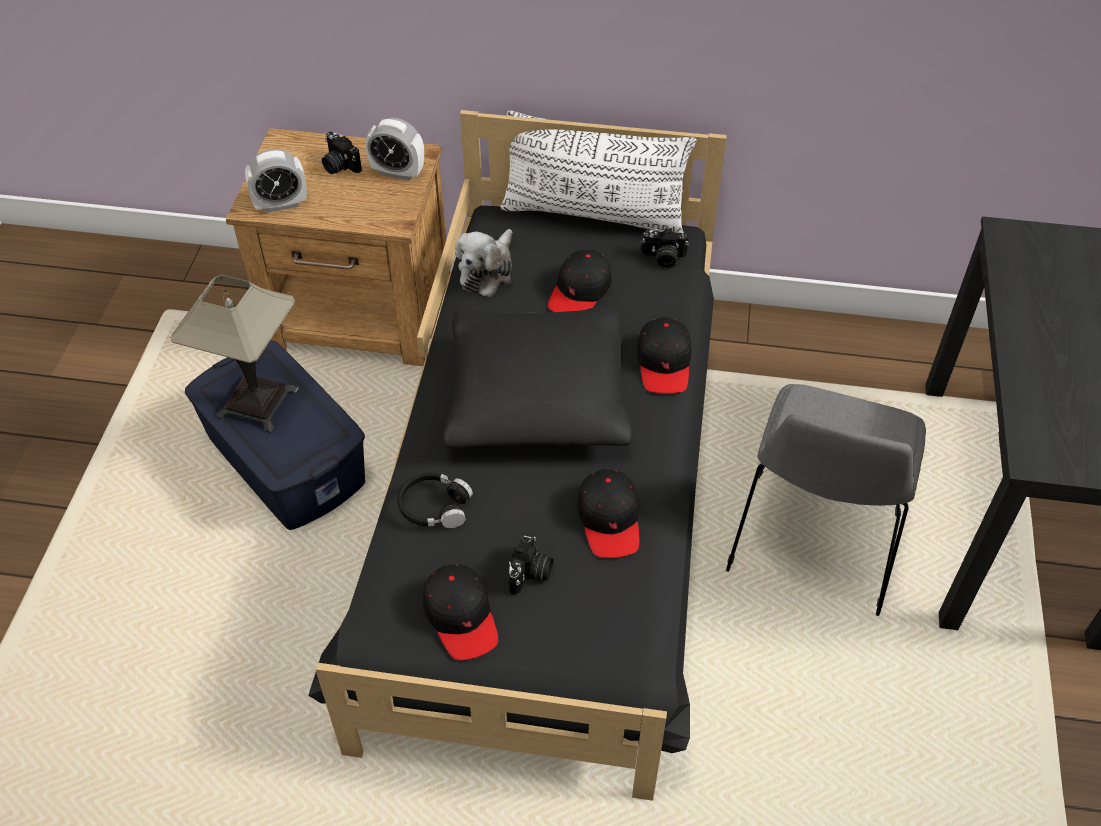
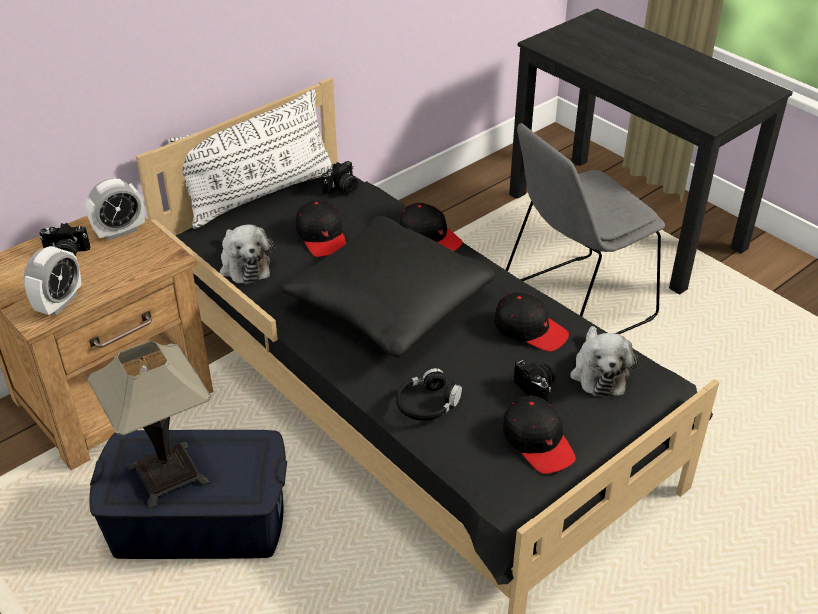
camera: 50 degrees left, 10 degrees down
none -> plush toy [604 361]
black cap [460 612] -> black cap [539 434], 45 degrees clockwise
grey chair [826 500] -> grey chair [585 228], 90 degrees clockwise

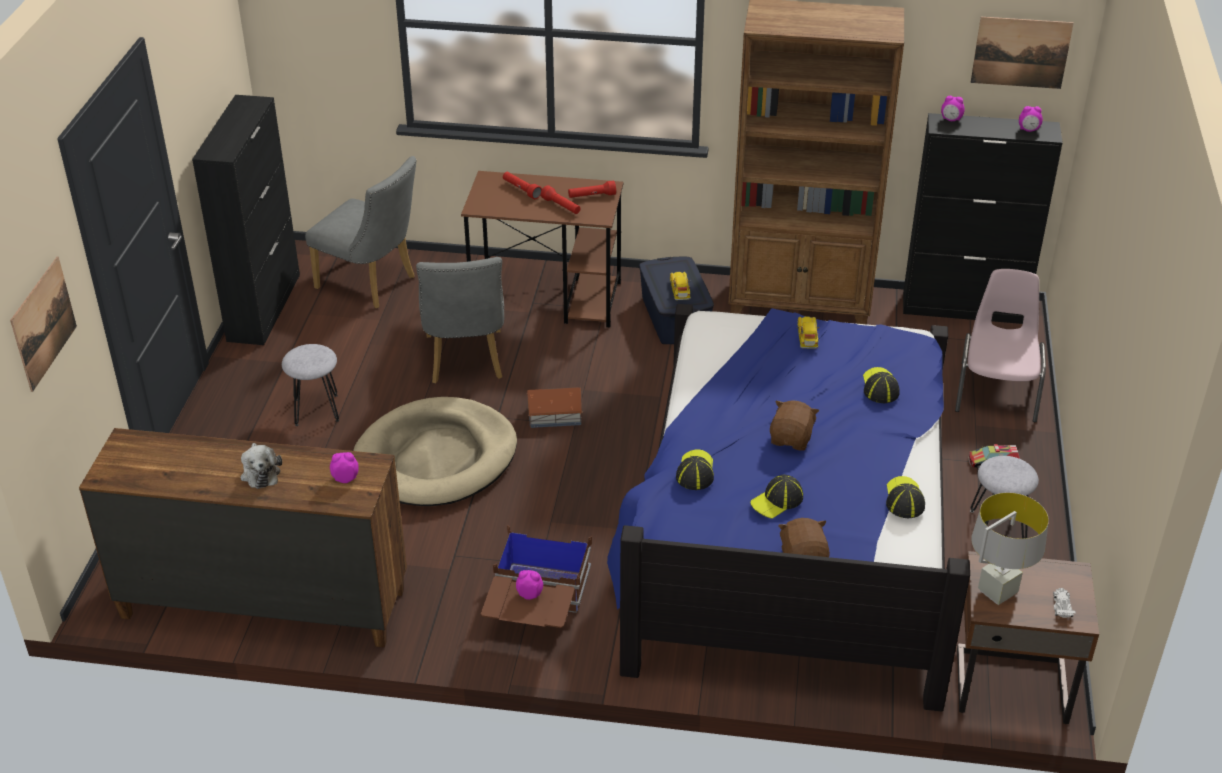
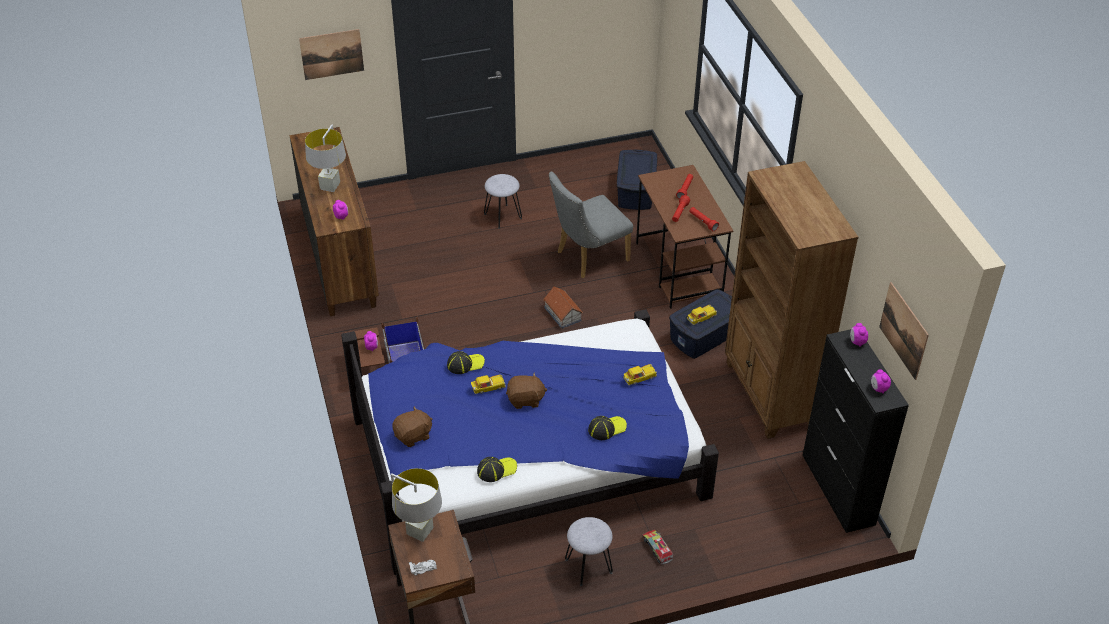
camera: 65 degrees right, 5 degrees up
black cabinet [246 220] -> none
beige dog bed [435 451] -> none
cap [776 497] -> none
pink chair [1000 345] -> none
none -> toy car [488 384]
plush toy [261 466] -> grey table lamp [325 158]
grey chair [361 232] -> blue storage box [637 179]

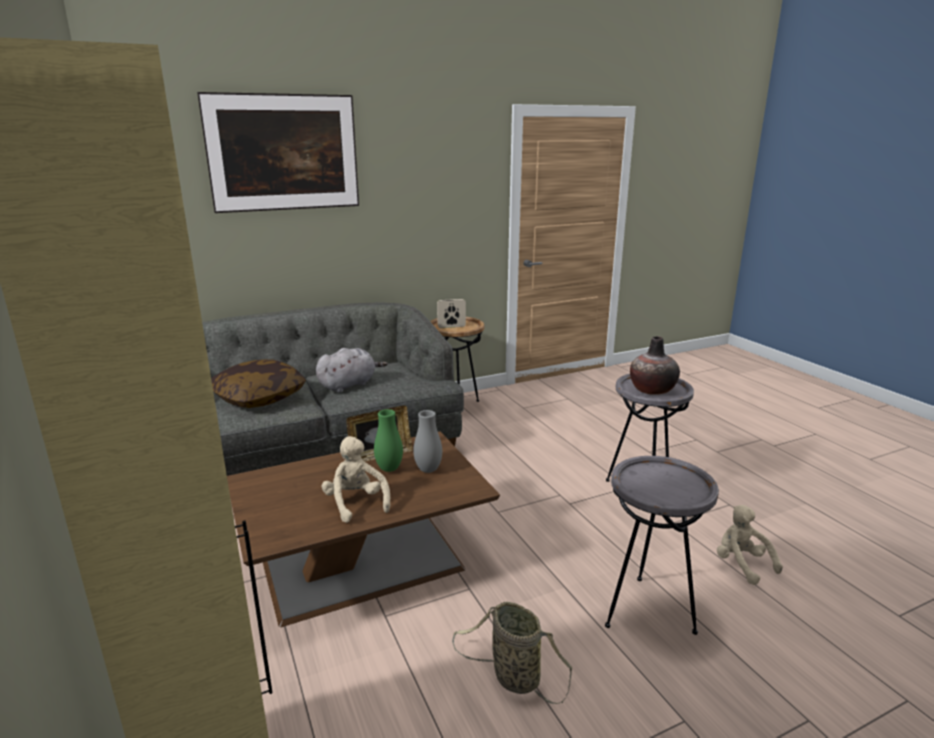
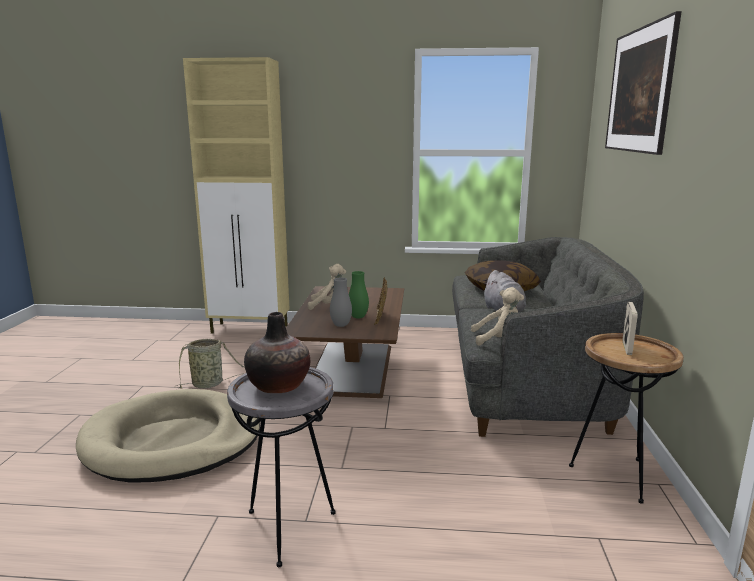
camera: 120 degrees right, 5 degrees down
beige plush toy [750 545] -> beige plush toy [497 316], move
grey side table [662 545] -> beige dog bed [168 435]

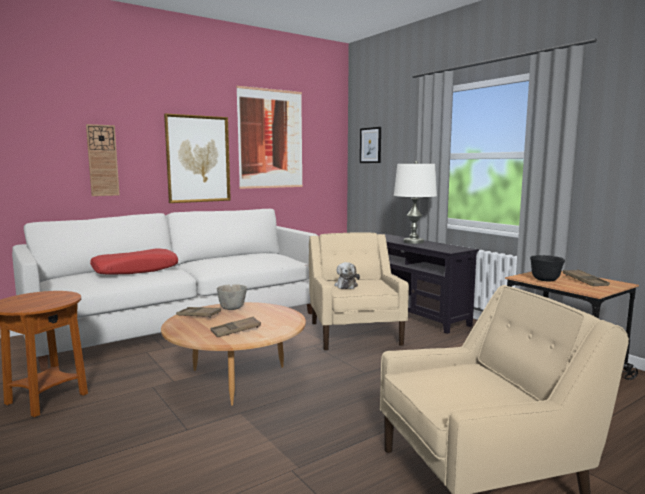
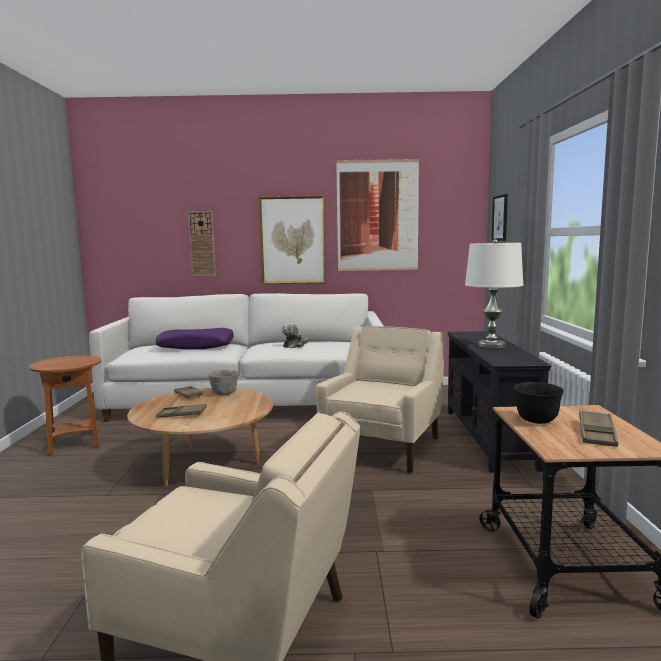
camera: 35 degrees right, 0 degrees up
plush toy [347 275] -> plush toy [296 335], move
red pillow [134 262] -> purple pillow [195 338]

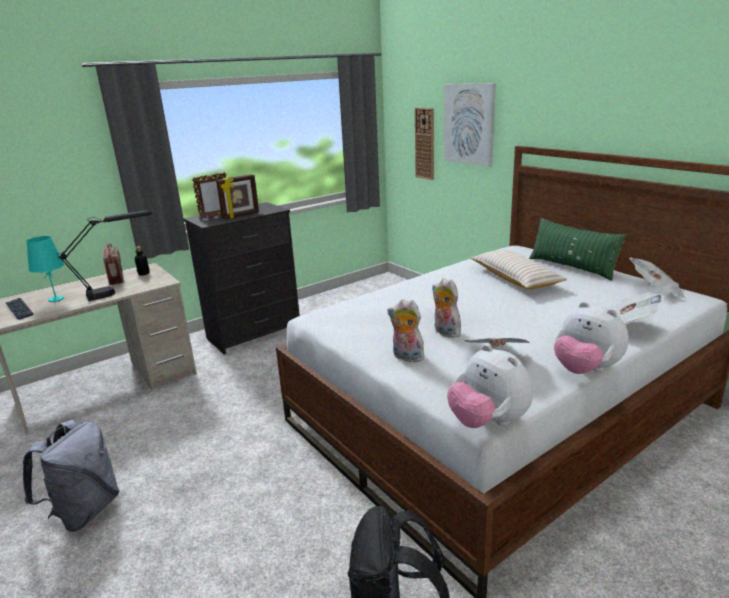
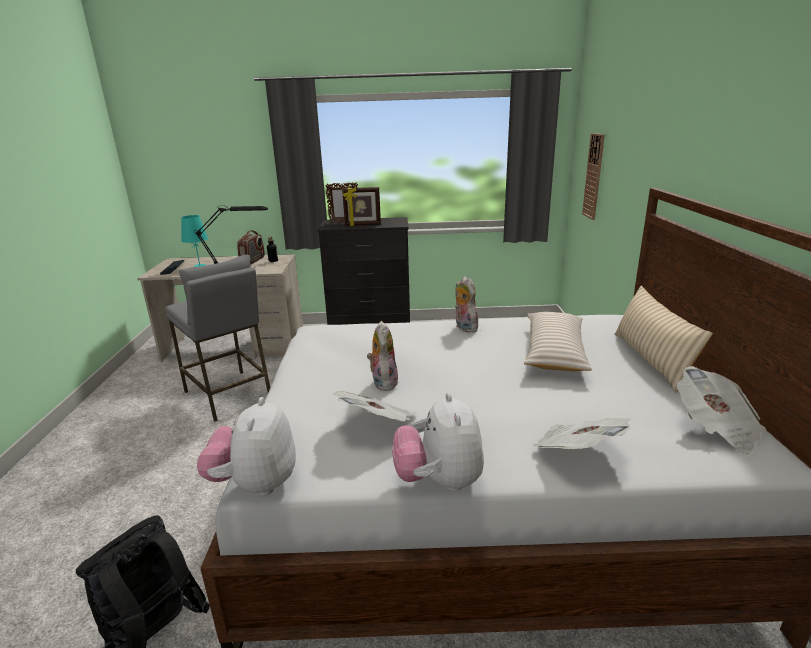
camera: 35 degrees right, 0 degrees up
grey backpack [71 476] -> none
picture [469 125] -> none
none -> grey stool [217 338]
plush toy [406 330] -> plush toy [466 304], move
green pillow [577 249] -> beige pillow [663 339]

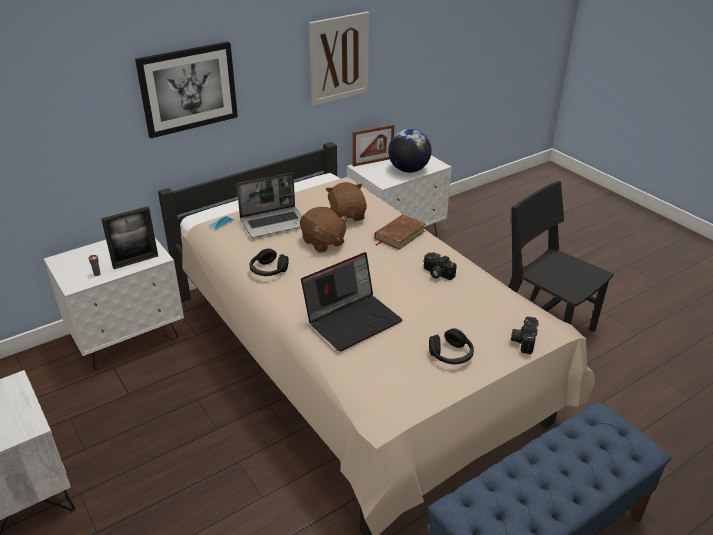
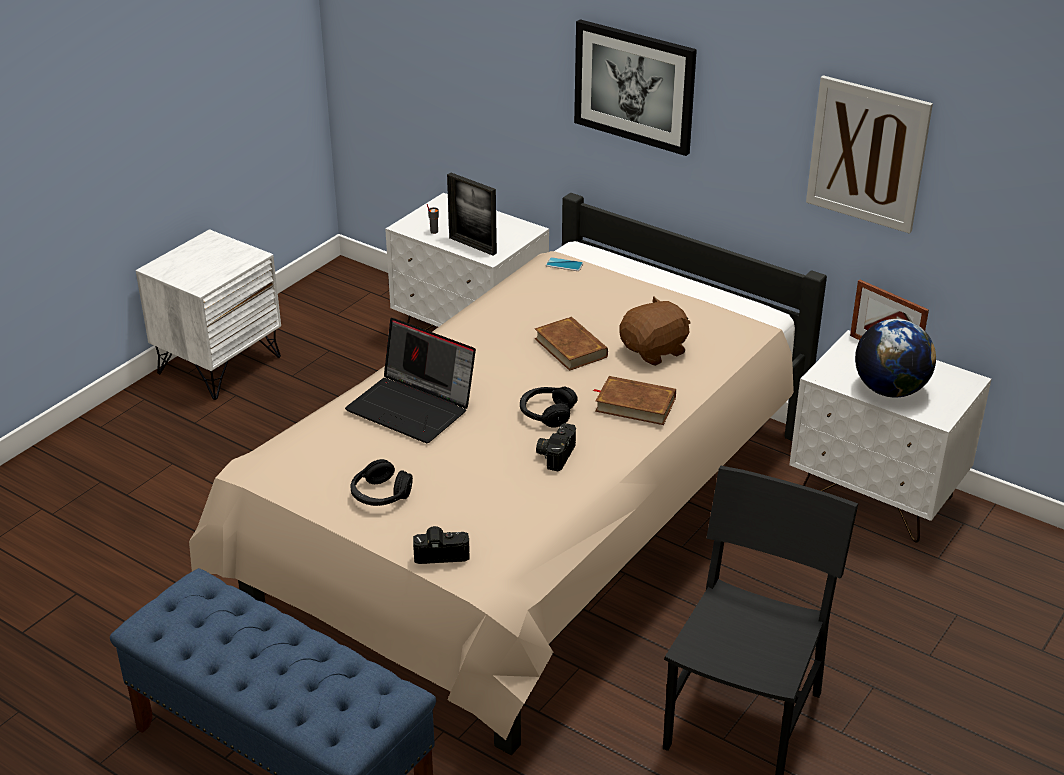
camera: 70 degrees right, 0 degrees up
laptop [269 205] -> none
black headphones [269 262] -> black headphones [549 407], move
brown plush toy [323 230] -> brown book [571 344]

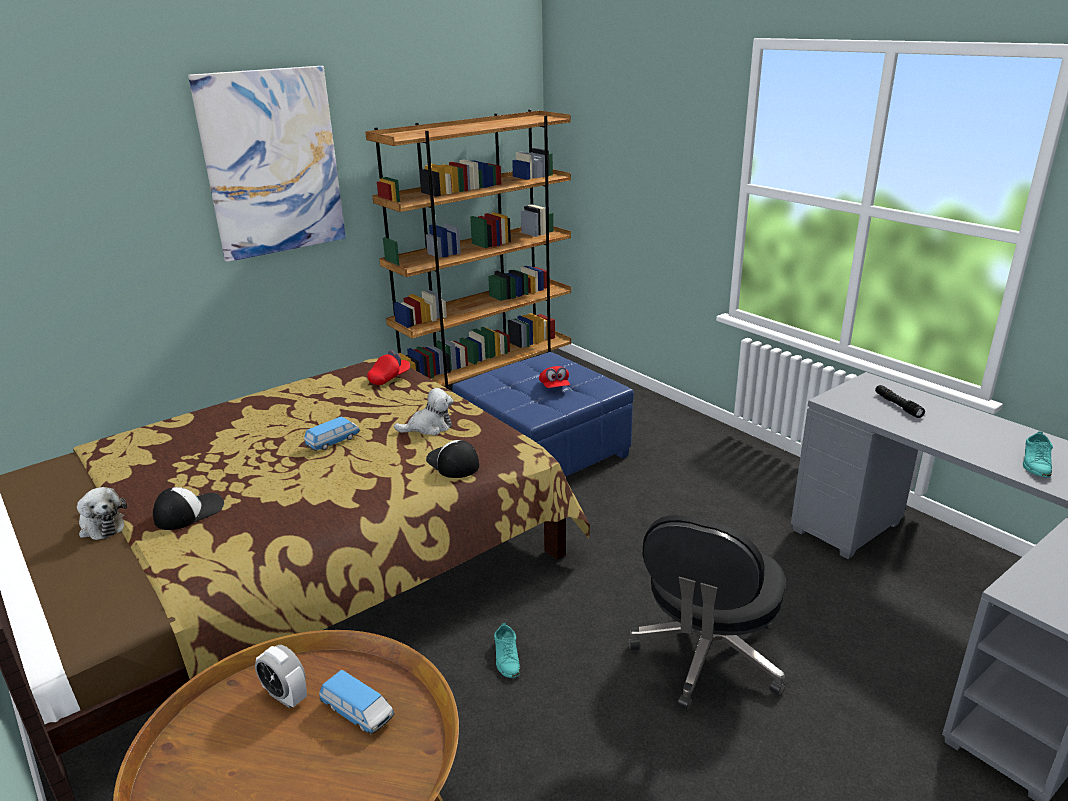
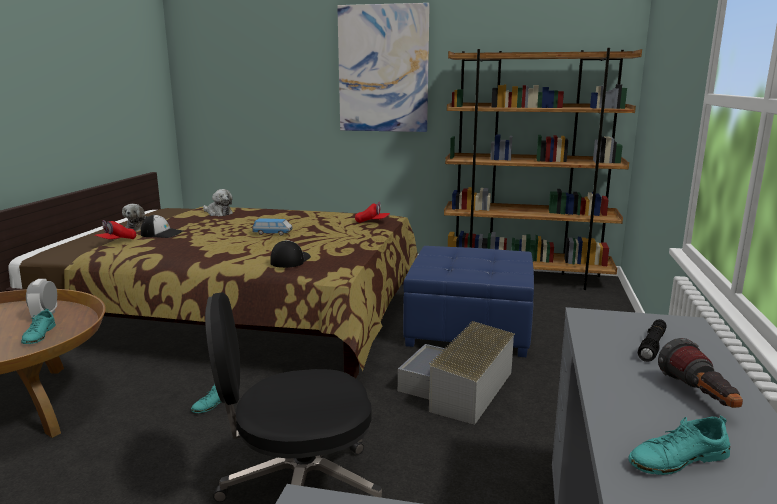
camera: 50 degrees right, 10 degrees down
none -> grey storage box [456 373]
none -> flashlight [700 373]
plush toy [423 411] -> plush toy [218 202], move
red cap [554 377] -> red cap [115 229], move
toy car [357 702] -> turquoise shoe [38 326]

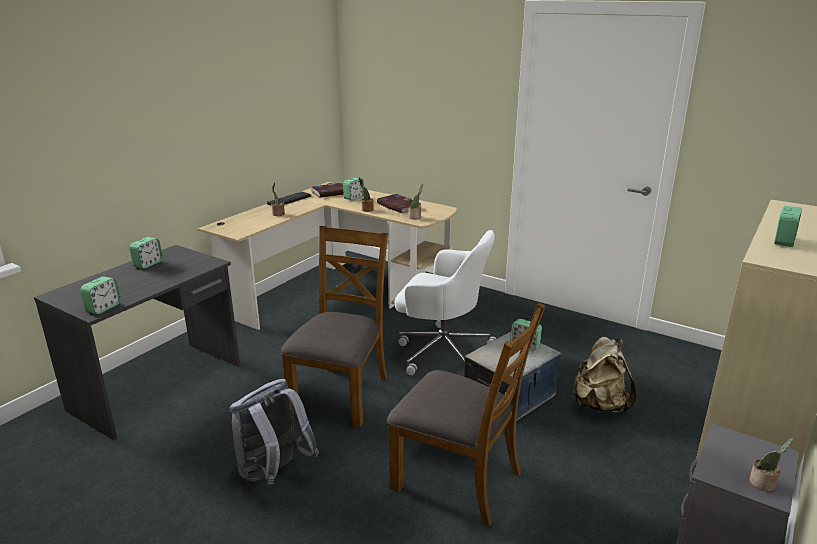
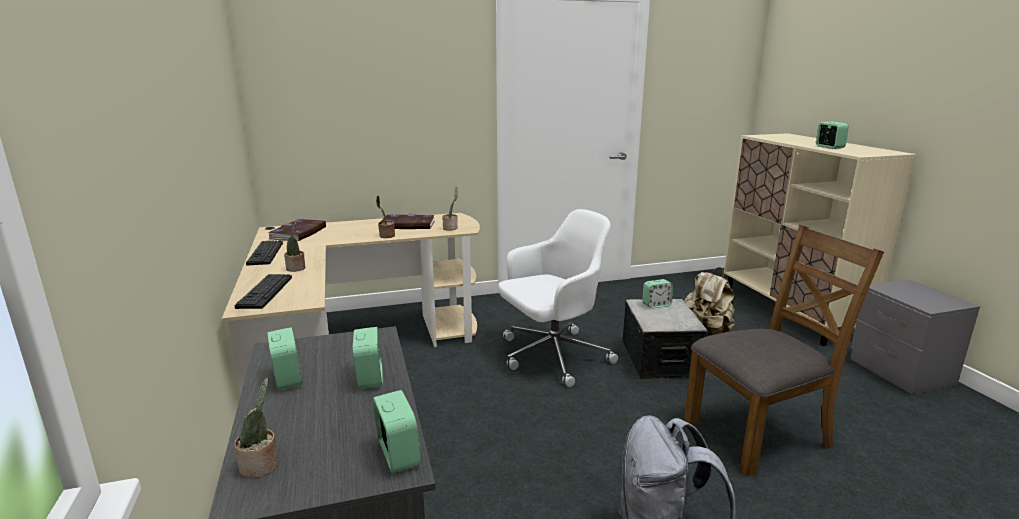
camera: 50 degrees left, 5 degrees down
brown chair [334 327] -> none
none -> keyboard [263 291]
alarm clock [353 189] -> alarm clock [367 358], move
potted plant [771 464] -> potted plant [256 428], move

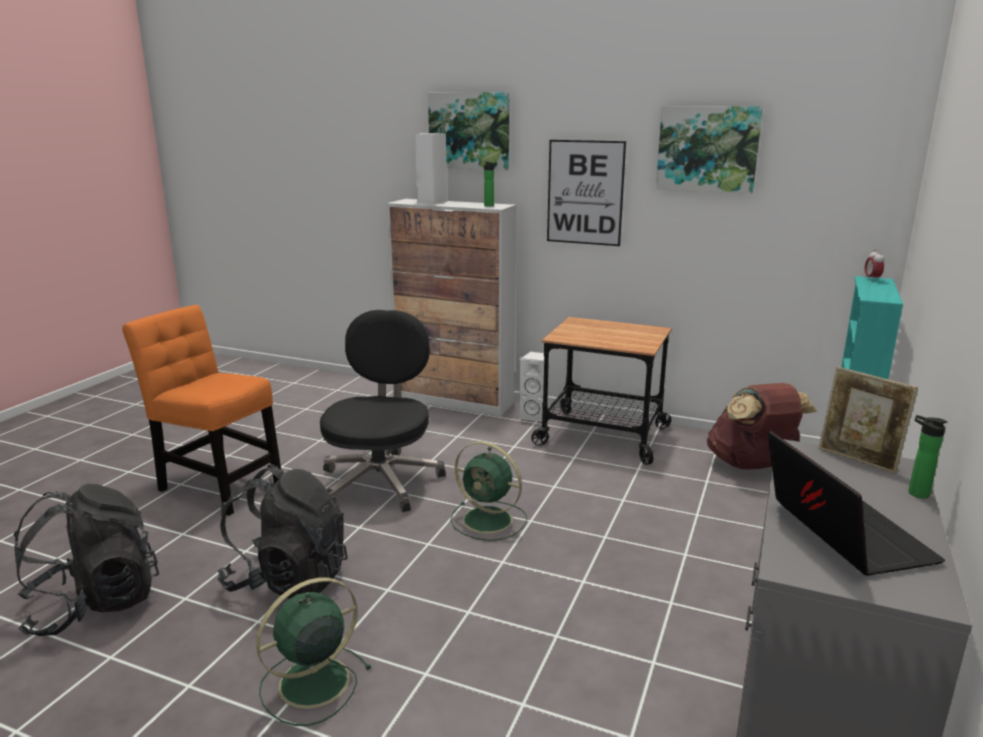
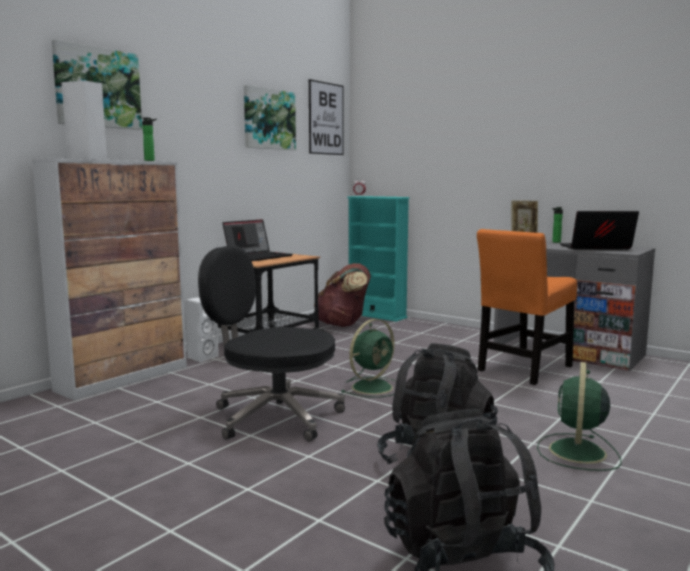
camera: 75 degrees left, 10 degrees down
none -> laptop [257 240]
orange chair [201 410] -> orange chair [527 307], move
picture [586 193] -> picture [326 117], move
green fan [314 651] -> green fan [579 416], 45 degrees clockwise

